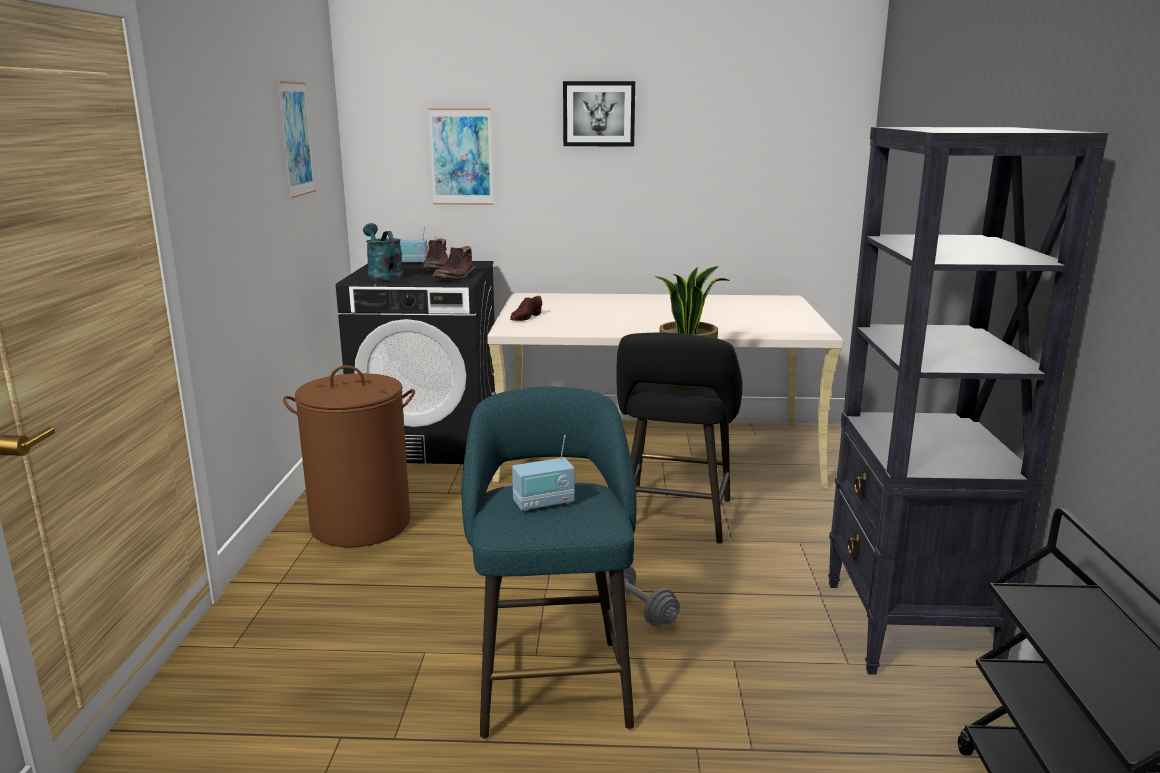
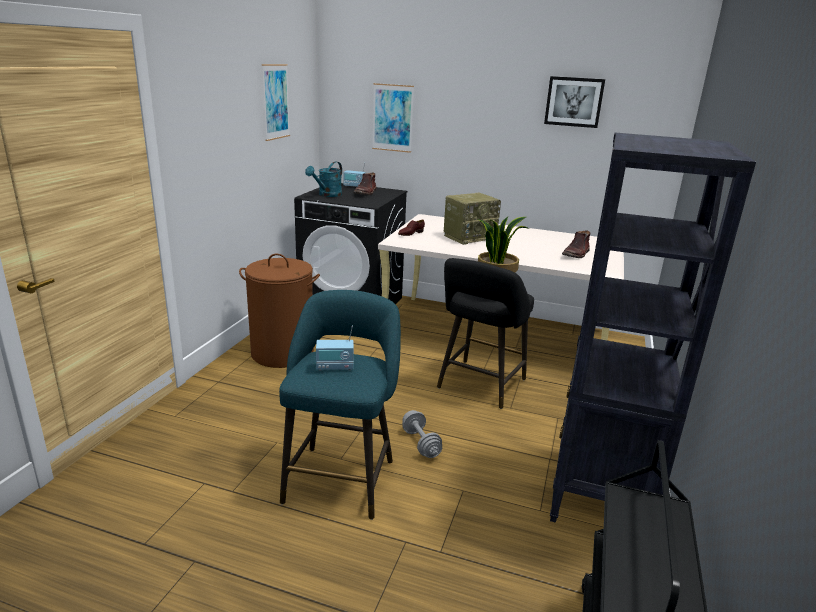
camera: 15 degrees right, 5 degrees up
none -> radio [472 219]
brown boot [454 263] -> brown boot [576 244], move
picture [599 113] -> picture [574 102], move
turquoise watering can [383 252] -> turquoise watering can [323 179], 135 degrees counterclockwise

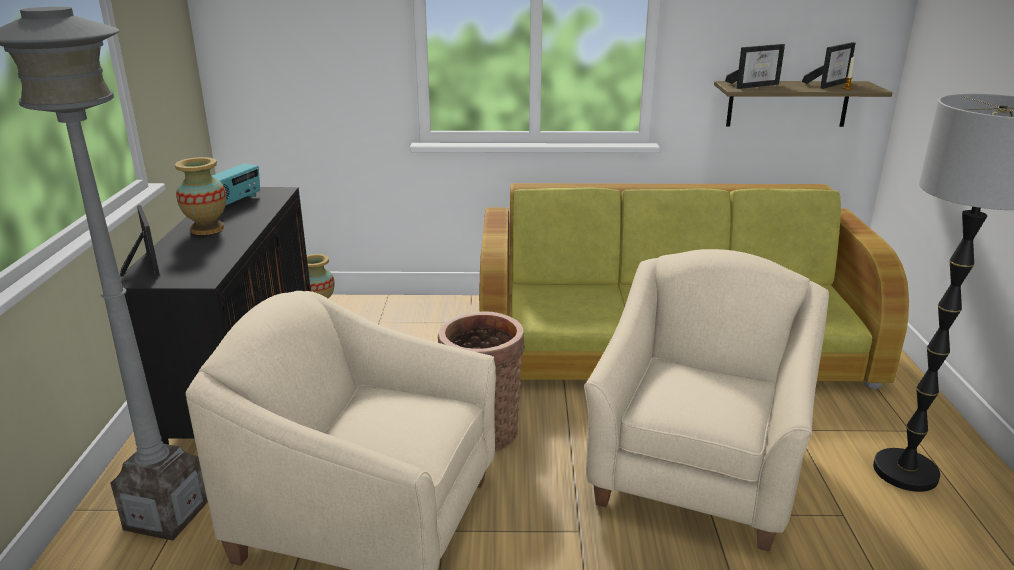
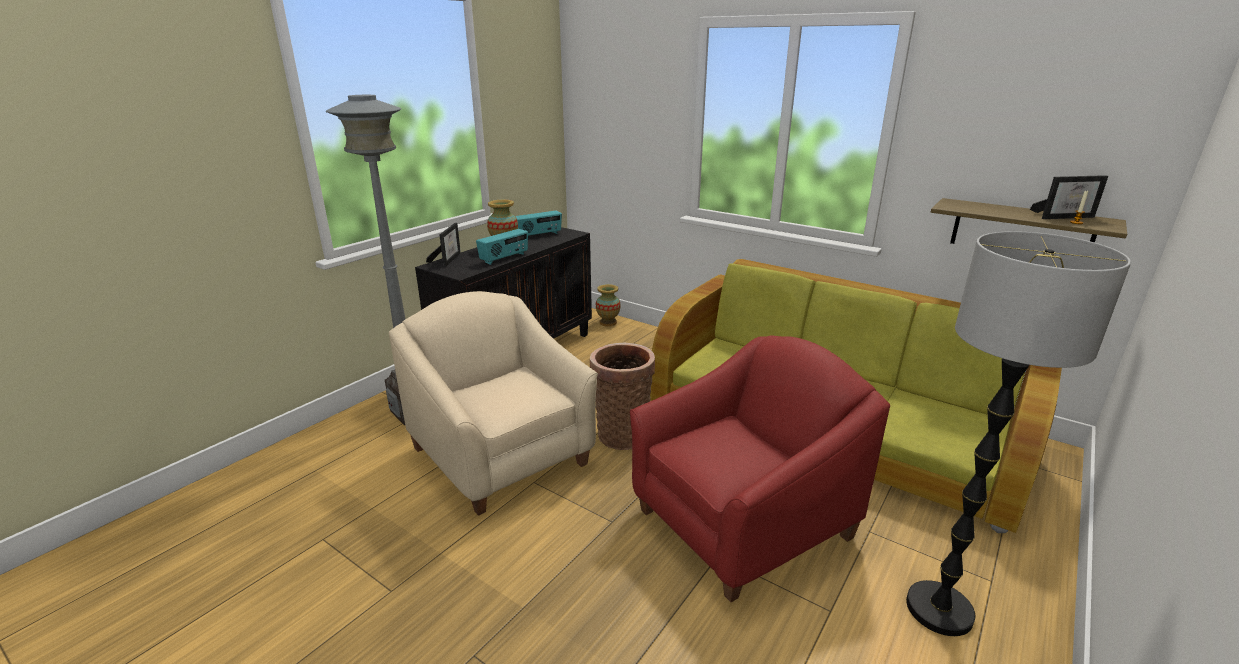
camera: 35 degrees right, 0 degrees up
picture frame [755 66] -> none
none -> radio [502 247]
beige armchair [706 400] -> red armchair [760 469]

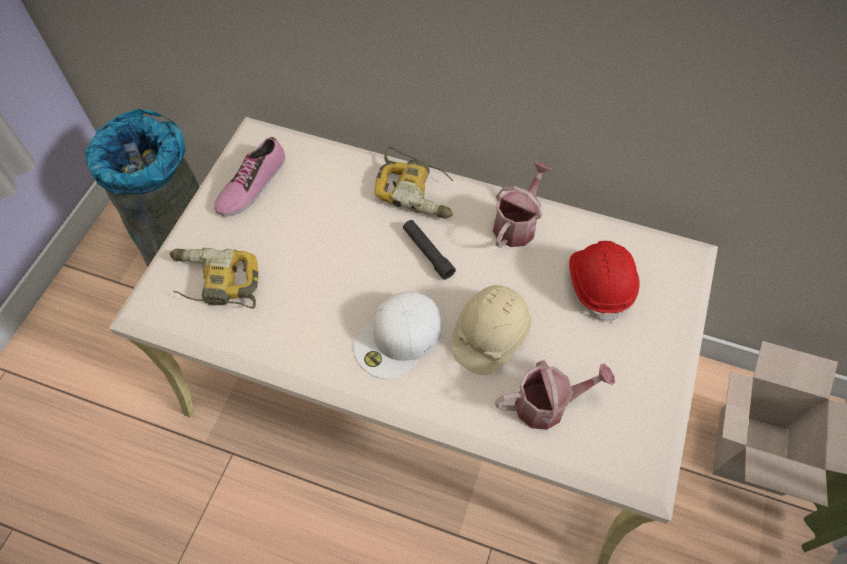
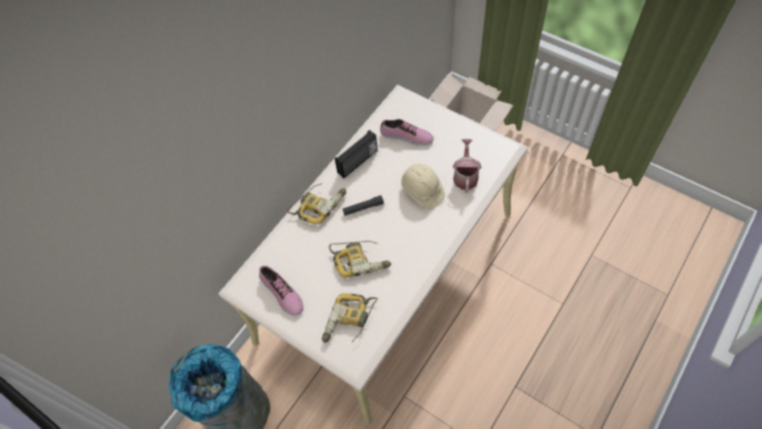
camera: 70 degrees left, 0 degrees up
white cap [397 335] -> none
none -> power drill [360 259]
watering can [522 204] -> radio [356 154]
red hard hat [604 282] -> shoe [406 132]

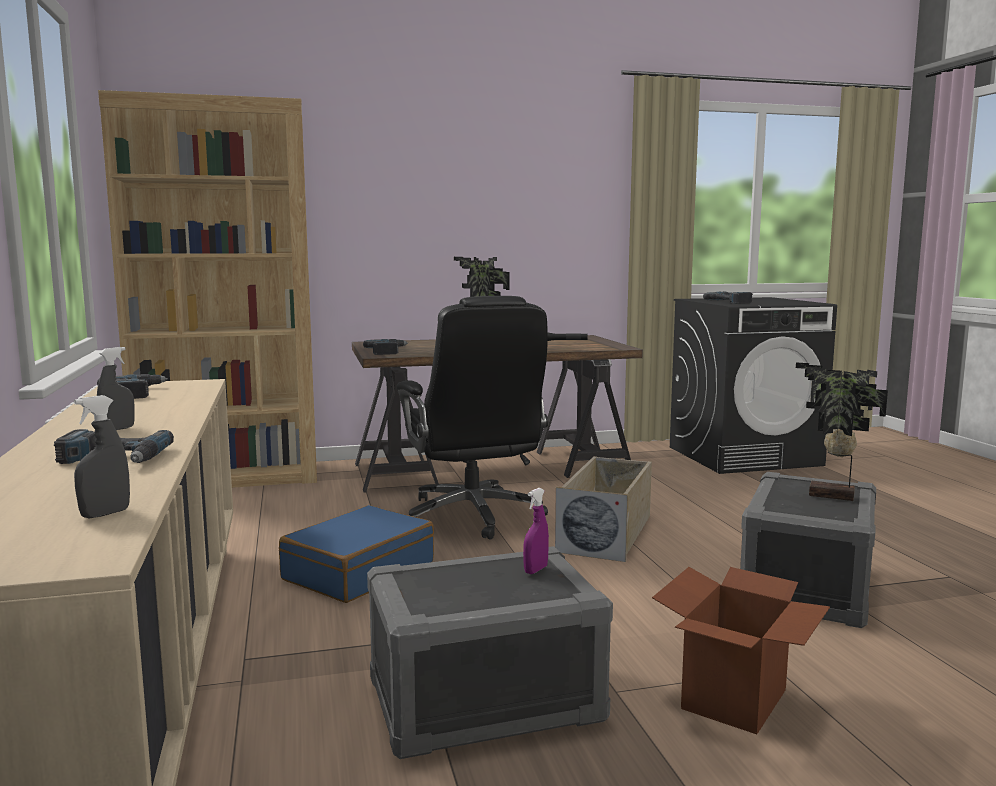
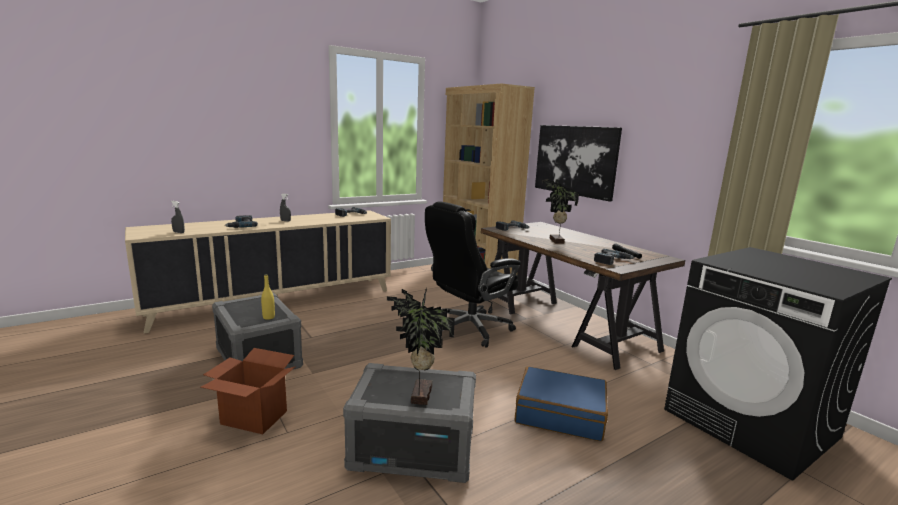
camera: 70 degrees right, 5 degrees up
beige storage box [603 509] -> none
none -> picture [578 163]
blue suitcase [356 554] -> blue suitcase [561 403], move
power drill [728 298] -> power drill [614 257], move
purple spray bottle [536 531] -> yellow bottle [268 297]

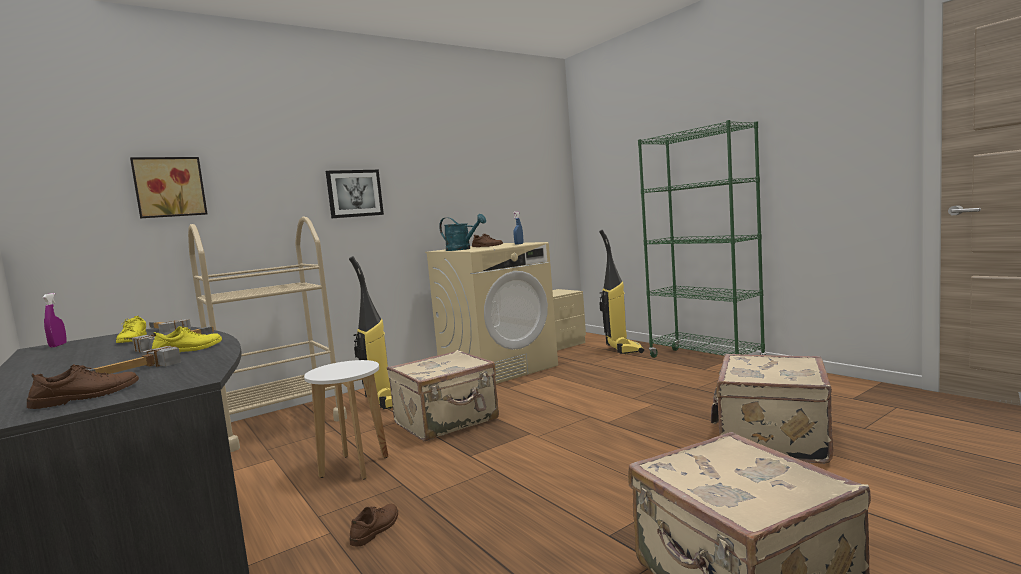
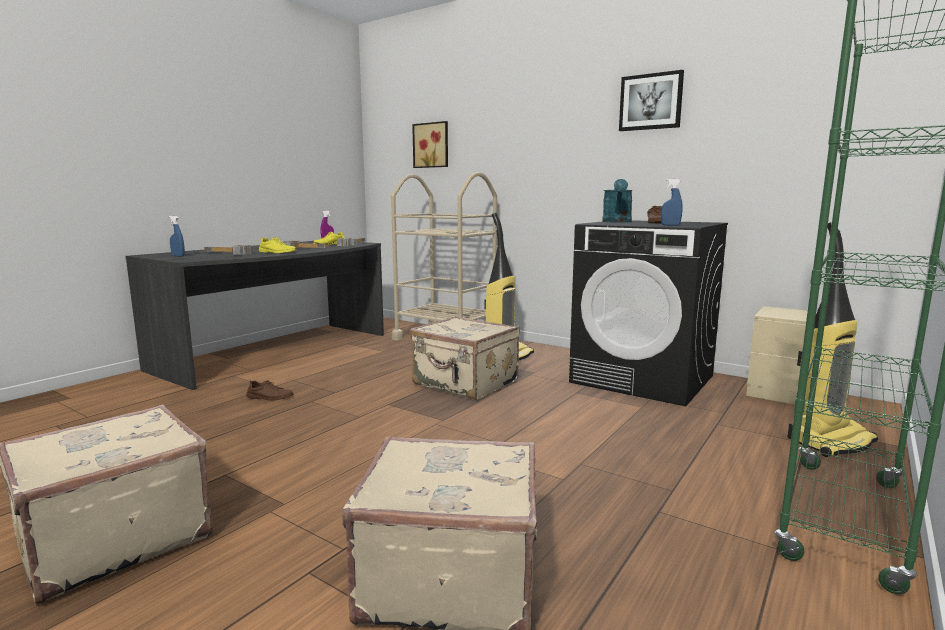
camera: 70 degrees right, 5 degrees up
white stool [346 420] -> none
picture [355 194] -> picture [651 100], move
brown shoe [83 386] -> blue spray bottle [177 236]
beige washing machine [491 313] -> black washing machine [648 313]

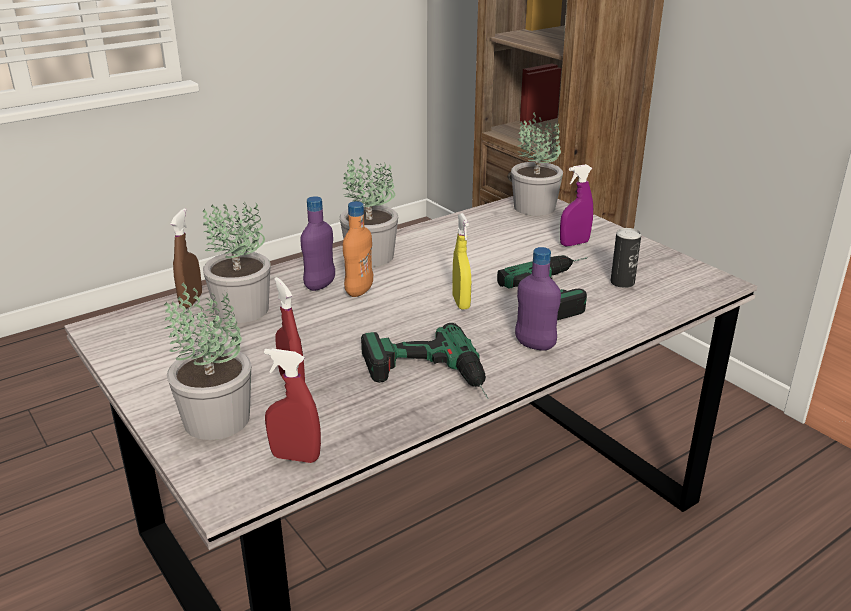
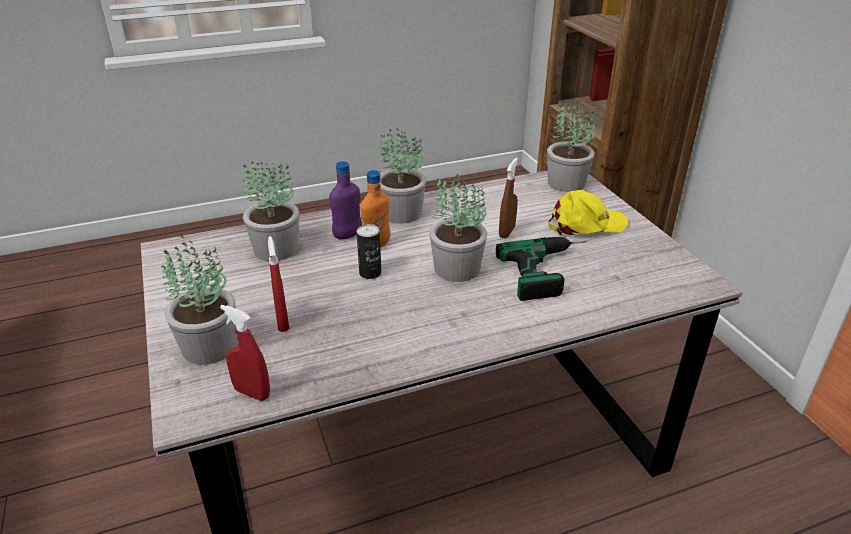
camera: 15 degrees right, 5 degrees up
power drill [424 361] -> none
purple bottle [538 299] -> none
brown spray bottle [186 258] -> brown spray bottle [508 198], move
can [626 258] -> can [369 251], move
yellow spray bottle [461 261] -> potted plant [458 228]
purple spray bottle [576 205] -> yellow cap [588 213]

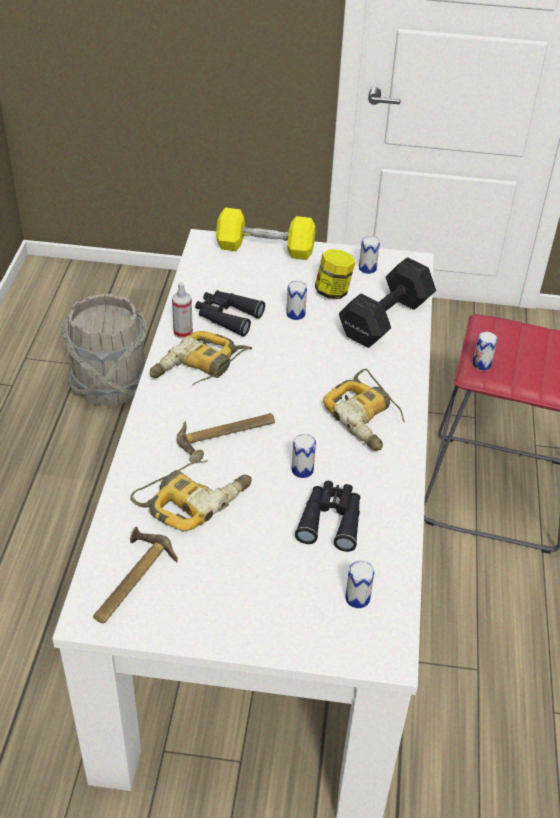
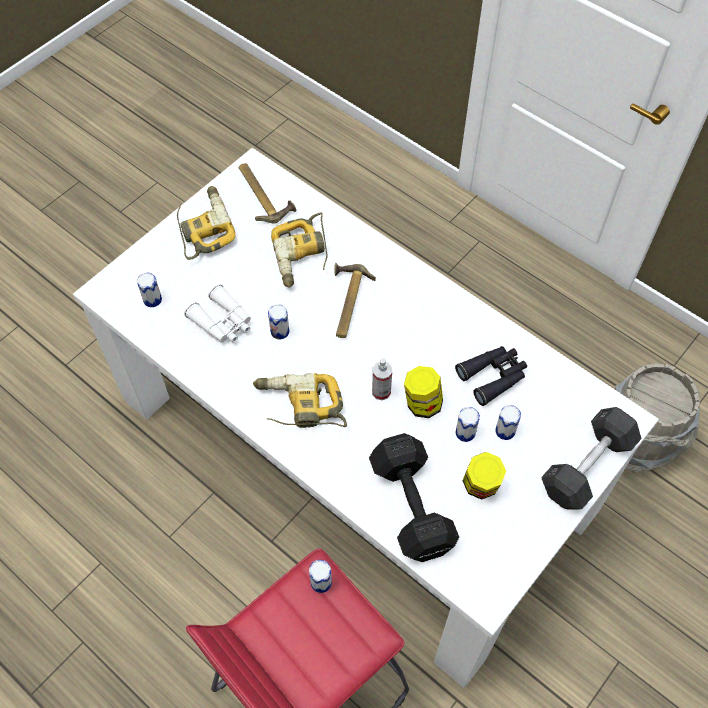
camera: 125 degrees right, 15 degrees up
none -> jar [423 392]
power drill [201 358] -> power drill [206 223], move
spray bottle [182 310] -> spray bottle [382 379], move
can [369 255] -> can [508 422], move
yellow dumbbell [265 234] -> grey dumbbell [591 458]
black binoculars [327 516] -> white binoculars [217 313]

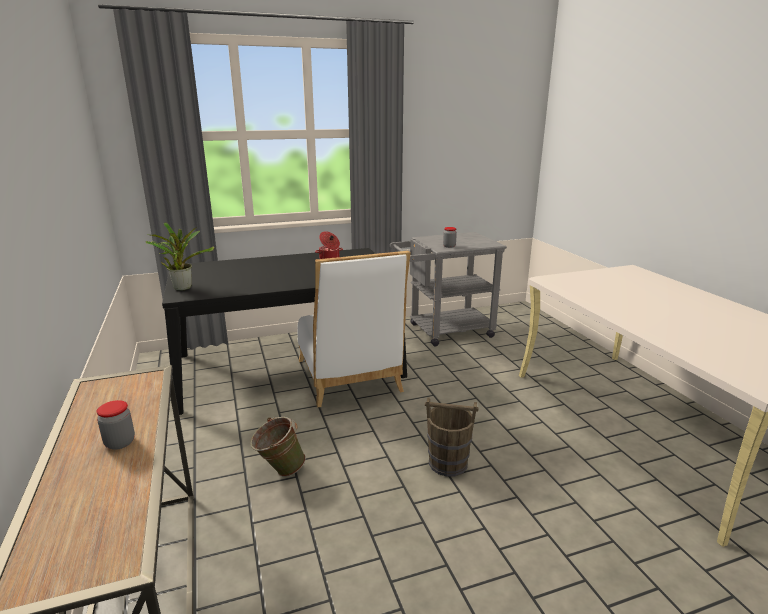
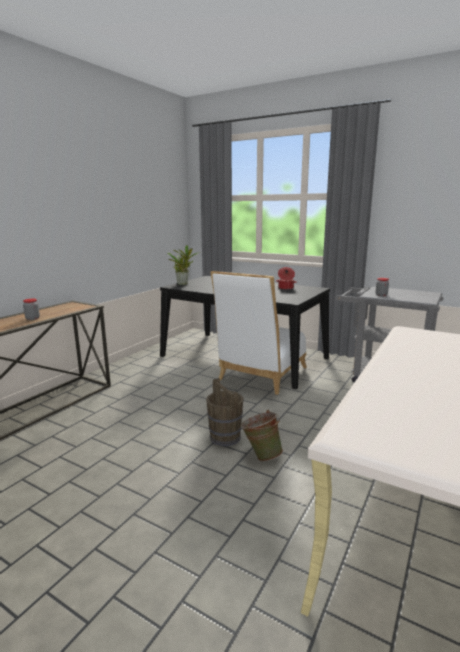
camera: 50 degrees right, 5 degrees down
green bucket [278 447] -> green bucket [262 435], move

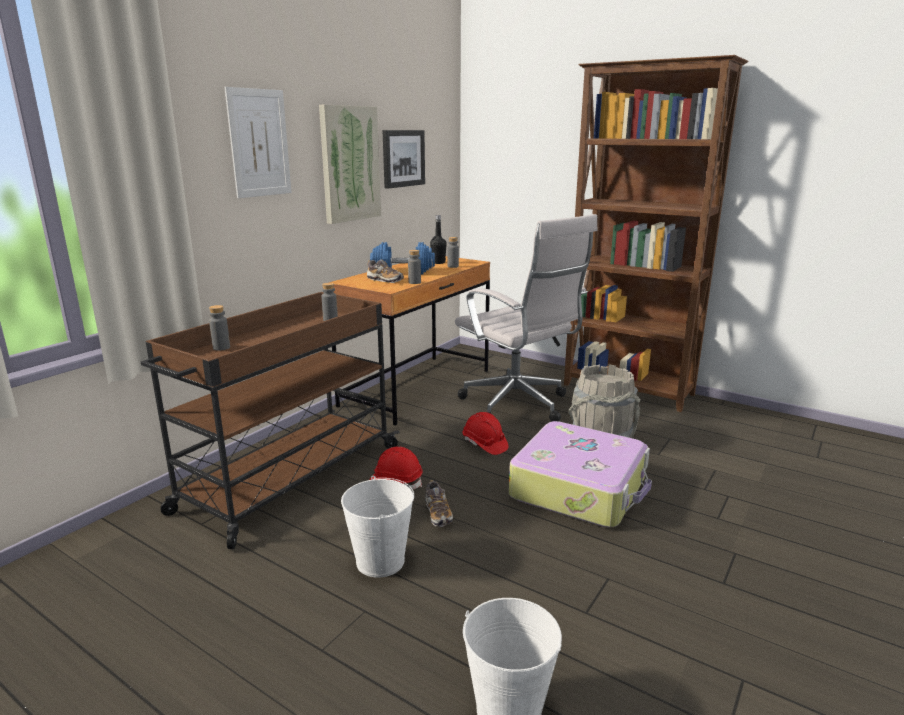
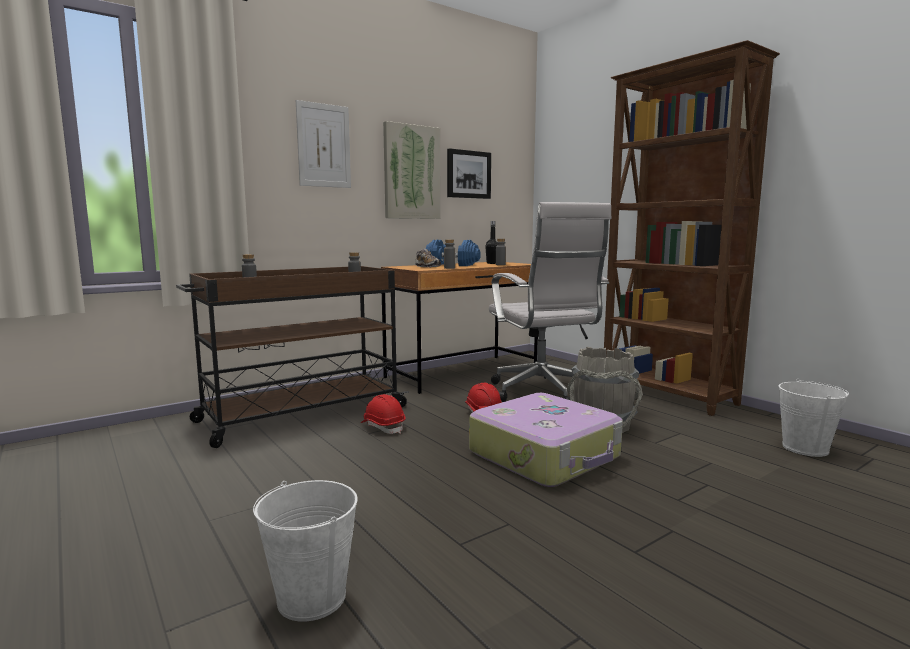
camera: 20 degrees right, 10 degrees down
shoe [439 503] -> none
white bucket [377 527] -> white bucket [814 418], move

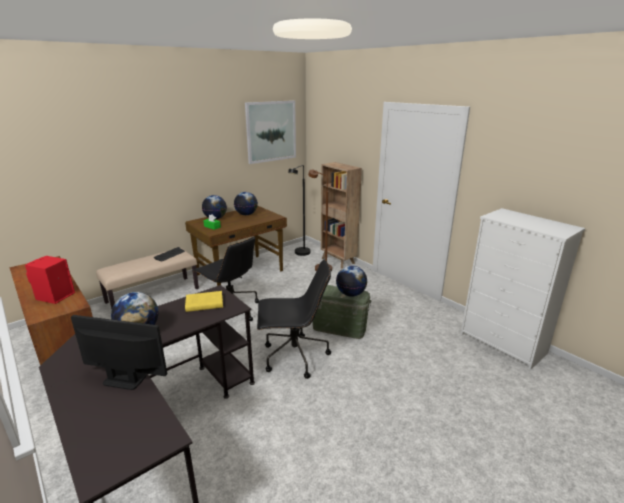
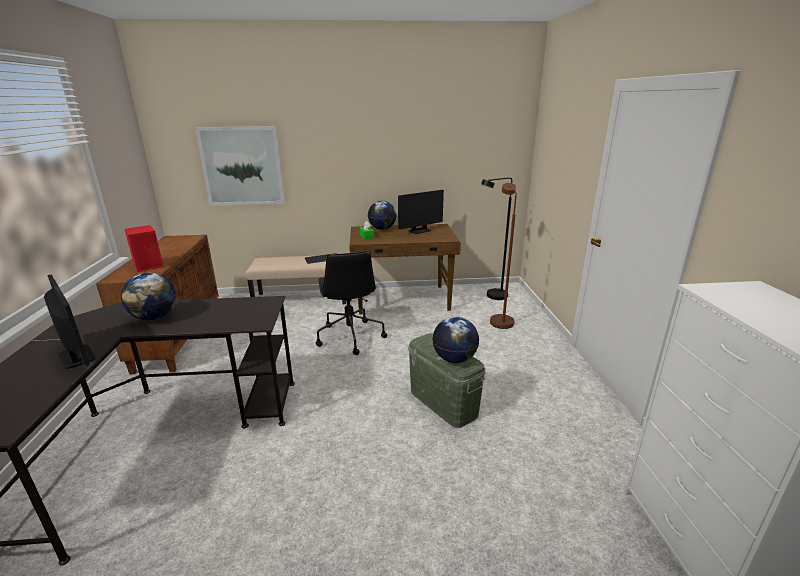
camera: 35 degrees right, 0 degrees up
yellow book [204 301] -> none
black office chair [294 319] -> none
brown bookcase [341 215] -> none
picture [270 132] -> picture [240 166], move
globe [246 203] -> monitor [421 212]

